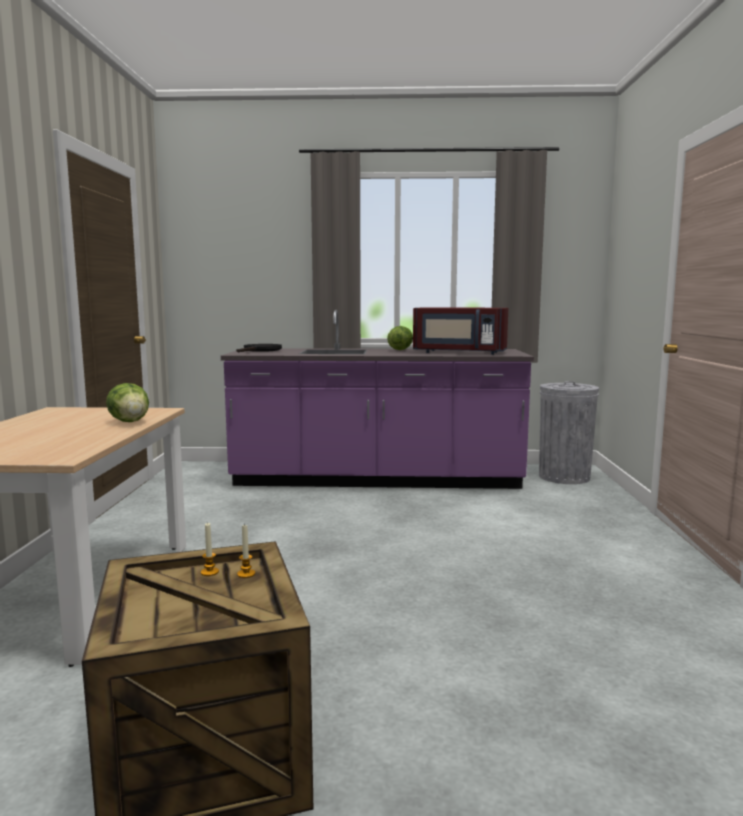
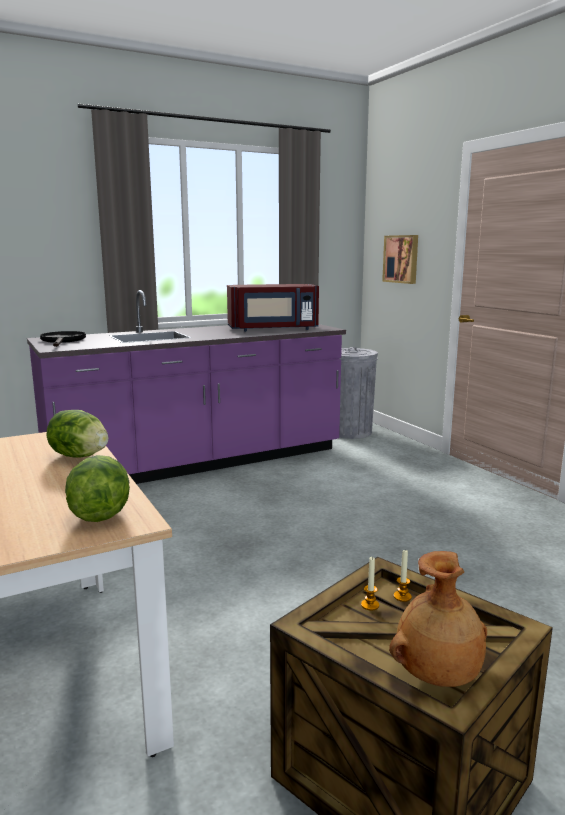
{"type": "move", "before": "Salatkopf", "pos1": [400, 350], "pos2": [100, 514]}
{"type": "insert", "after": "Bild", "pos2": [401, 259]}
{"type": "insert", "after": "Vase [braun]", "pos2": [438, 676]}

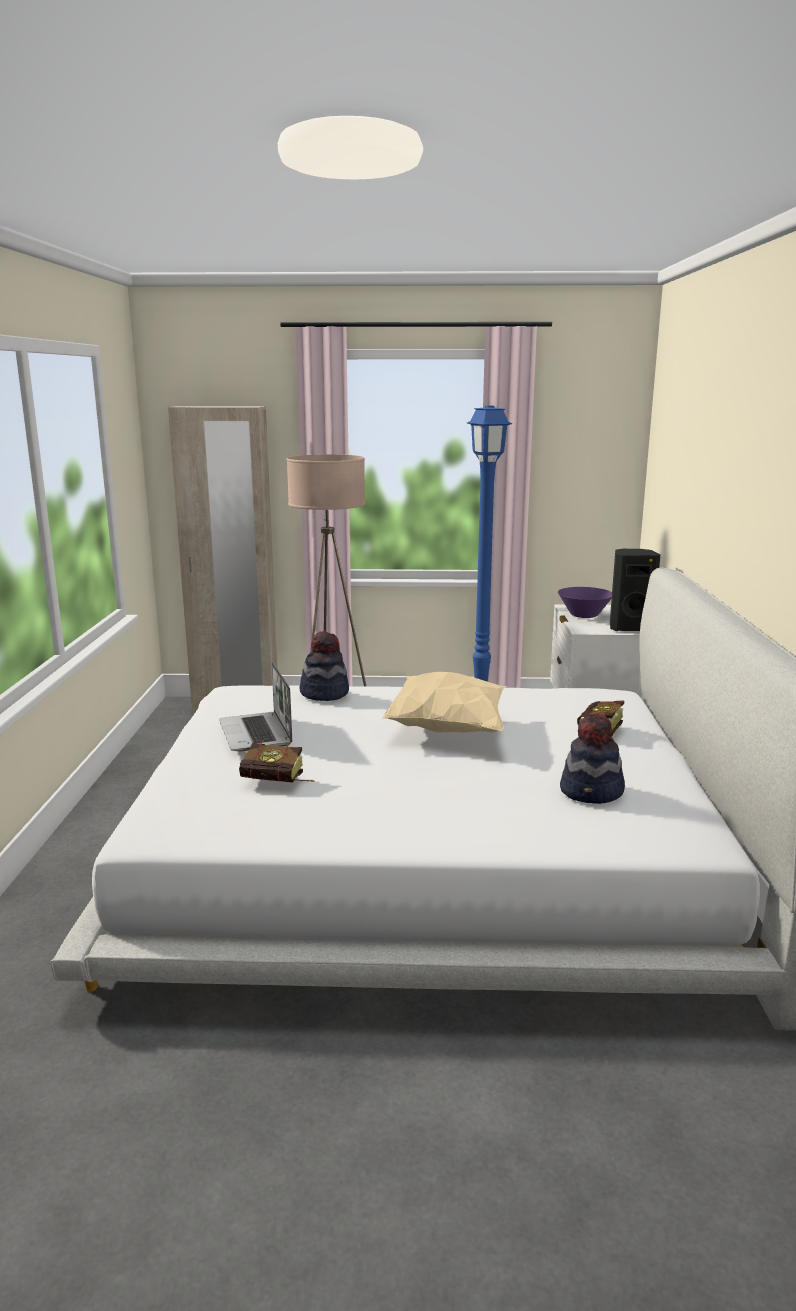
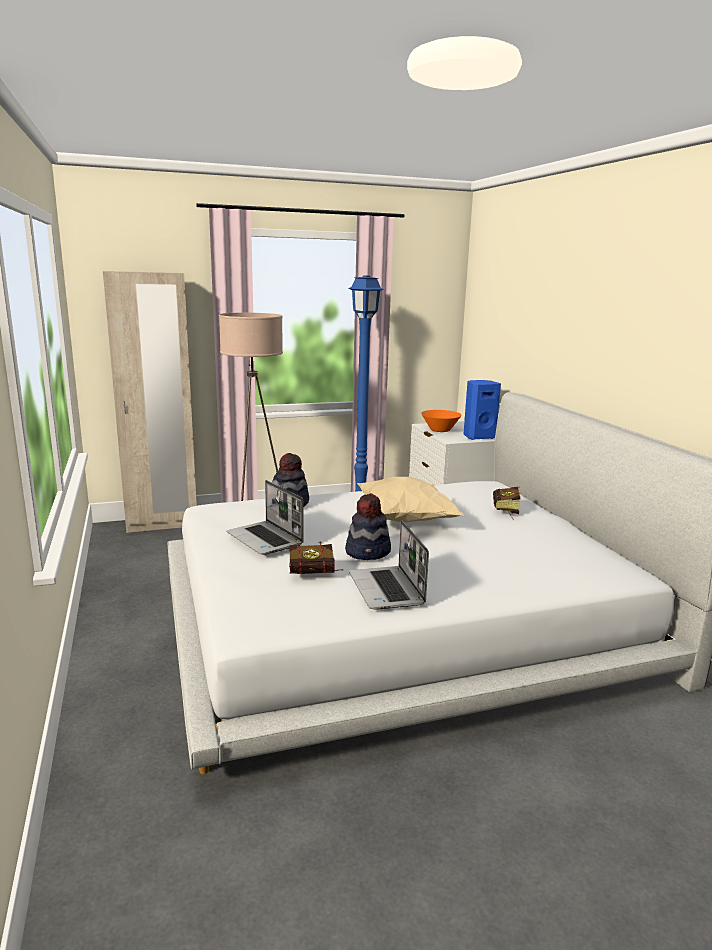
{"type": "recolor", "before": "Lautsprecher [schwarz]", "after": "Lautsprecher [blau]", "pos1": [629, 628], "pos2": [478, 437]}
{"type": "recolor", "before": "Schüssel [lila]", "after": "Schüssel [orange]", "pos1": [584, 615], "pos2": [440, 430]}
{"type": "move", "before": "Hut", "pos1": [592, 792], "pos2": [368, 552]}
{"type": "insert", "after": "Laptop", "pos2": [387, 590]}

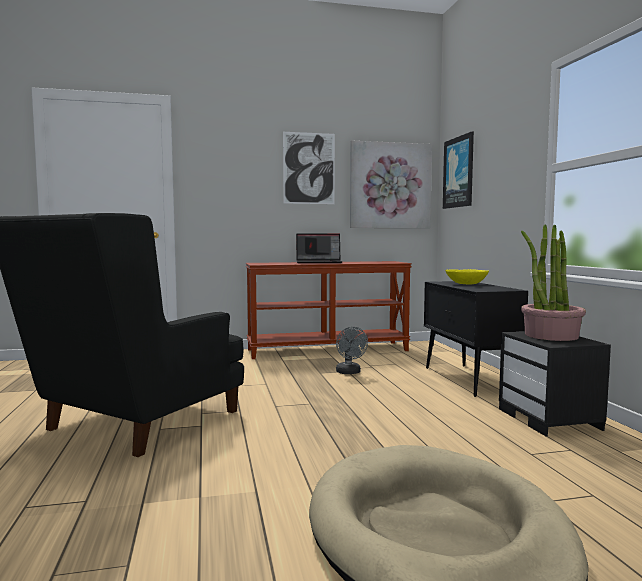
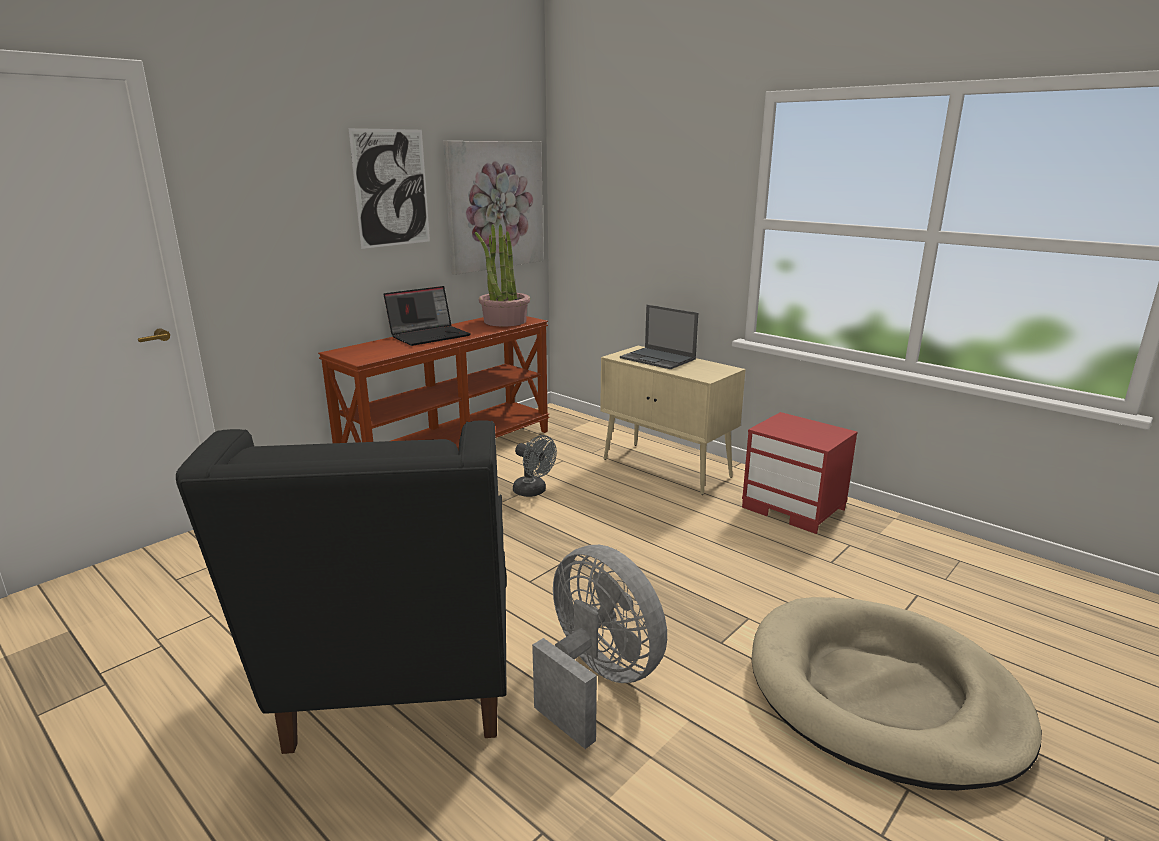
{"type": "delete", "before": "Bild", "pos1": [459, 172]}
{"type": "move", "before": "Topfpflanze", "pos1": [550, 336], "pos2": [504, 321]}
{"type": "replace", "before": "Schüssel [gelb]", "after": "Laptop", "pos1": [466, 284], "pos2": [658, 359]}
{"type": "recolor", "before": "Schrank [schwarz]", "after": "Schrank [beige]", "pos1": [469, 380], "pos2": [667, 468]}
{"type": "recolor", "before": "Nachttisch [schwarz]", "after": "Nachttisch [rot]", "pos1": [550, 419], "pos2": [795, 508]}
{"type": "insert", "after": "Ventilator [grau]", "pos2": [596, 681]}

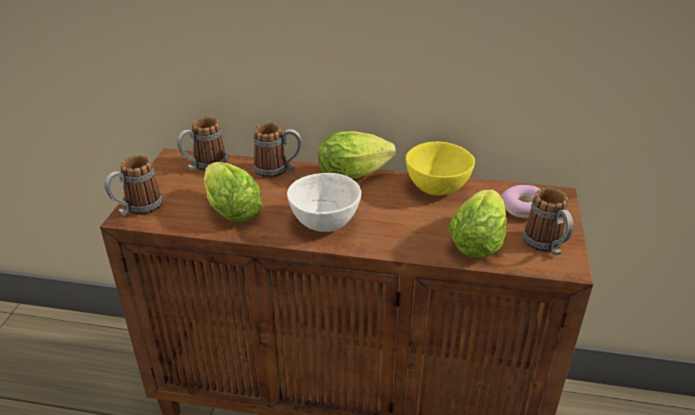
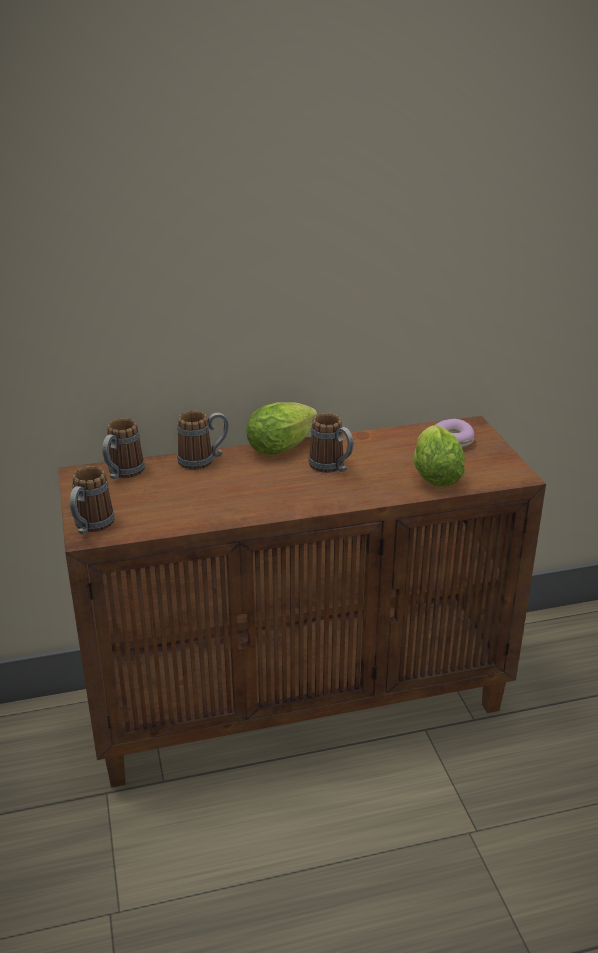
{"type": "delete", "before": "Schüssel [gelb]", "pos1": [438, 189]}
{"type": "delete", "before": "Salatkopf", "pos1": [230, 208]}
{"type": "delete", "before": "Schüssel [weiß]", "pos1": [324, 224]}
{"type": "move", "before": "Henkelbecher", "pos1": [546, 246], "pos2": [332, 467]}

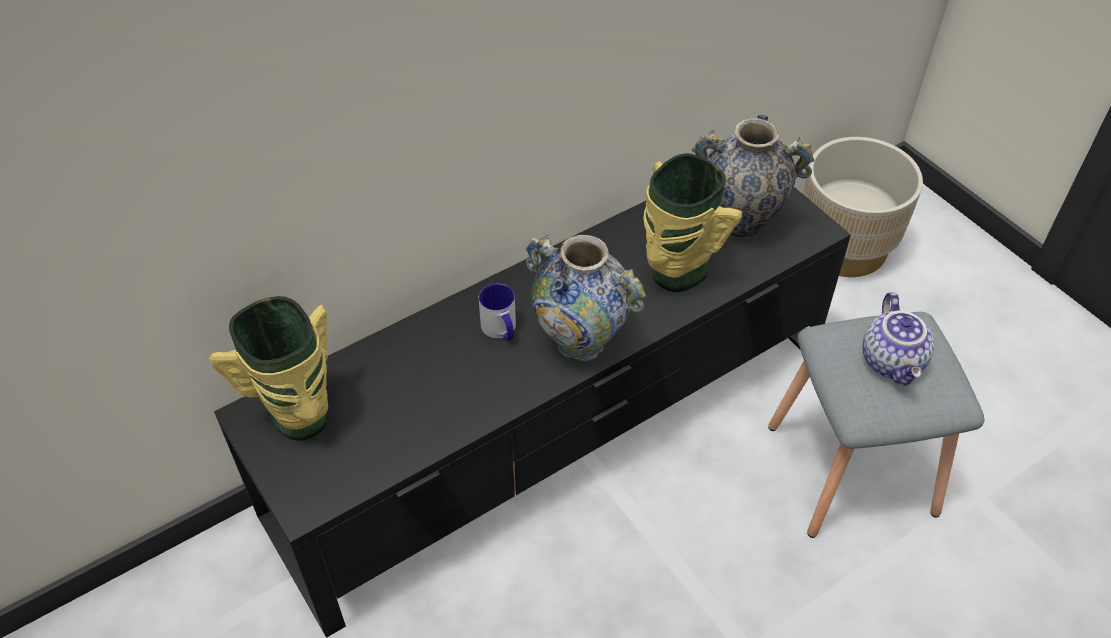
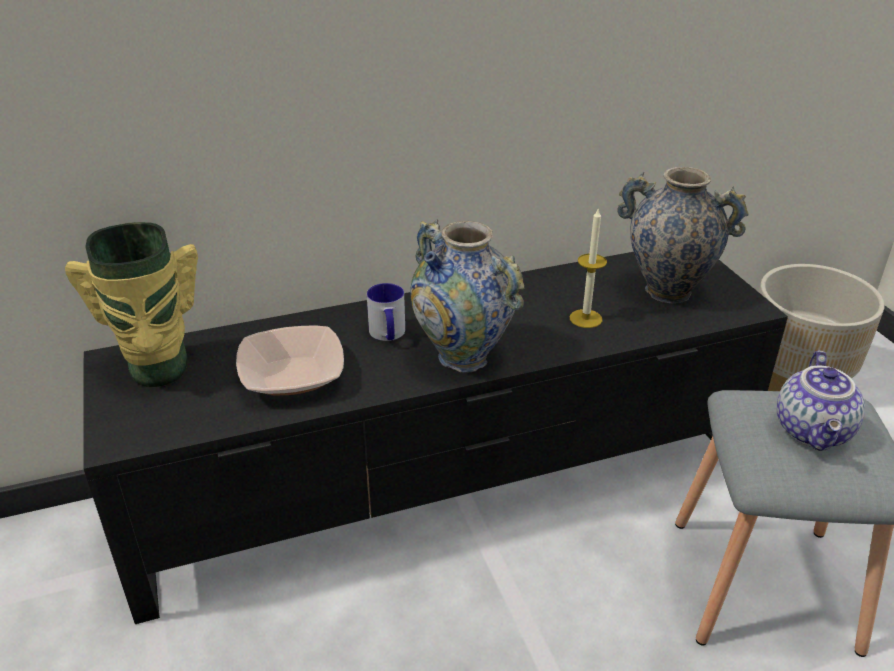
{"type": "replace", "before": "Vase", "after": "Kerze", "pos1": [675, 273], "pos2": [585, 318]}
{"type": "insert", "after": "Schüssel", "pos2": [292, 376]}

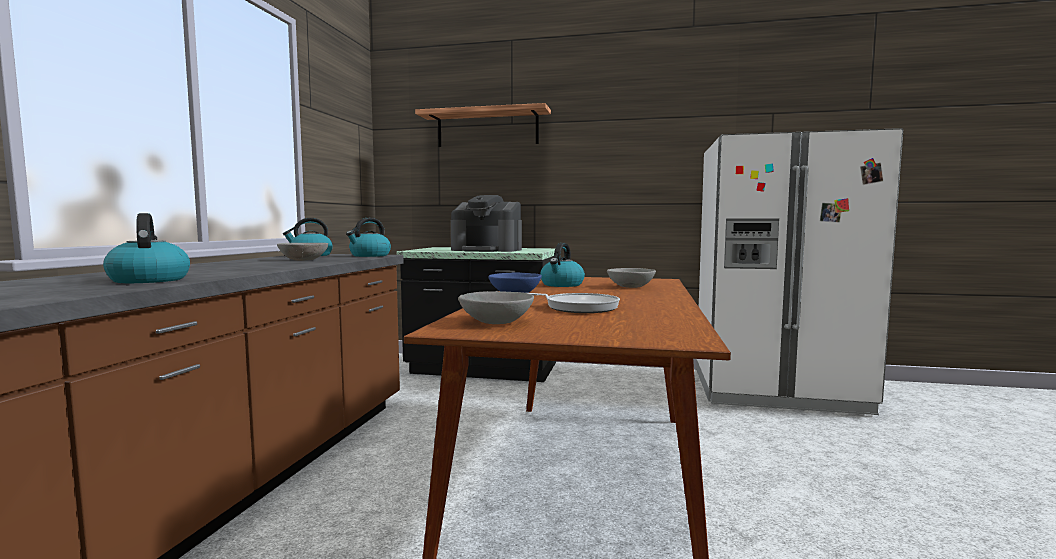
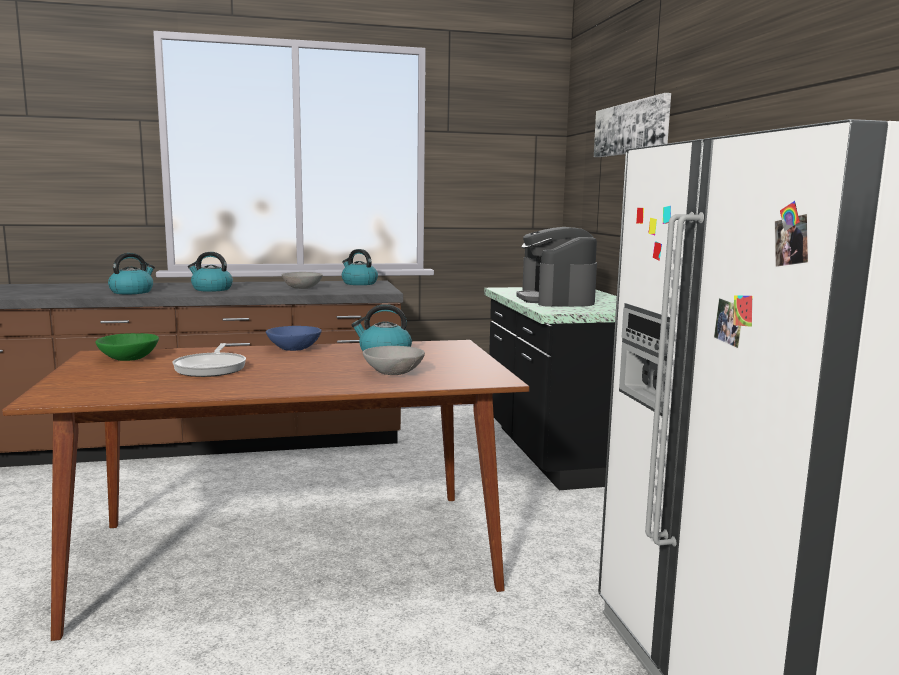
{"type": "replace", "before": "Wandregal", "after": "Bild", "pos1": [487, 129], "pos2": [631, 128]}
{"type": "move", "before": "Wasserkessel", "pos1": [369, 255], "pos2": [211, 289]}
{"type": "recolor", "before": "Schüssel [grau]", "after": "Schüssel [grün]", "pos1": [496, 322], "pos2": [129, 358]}

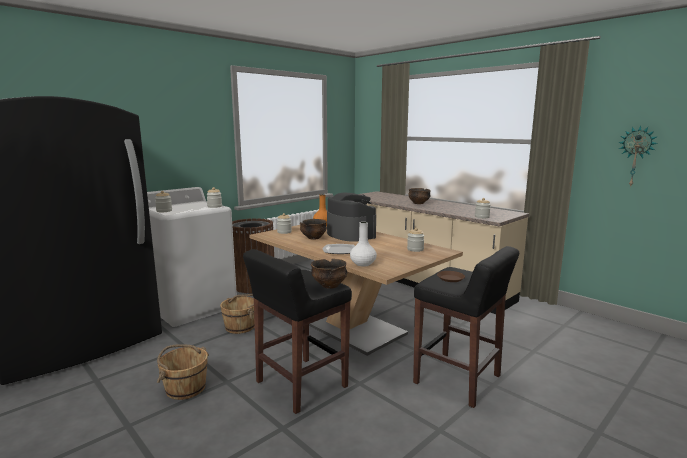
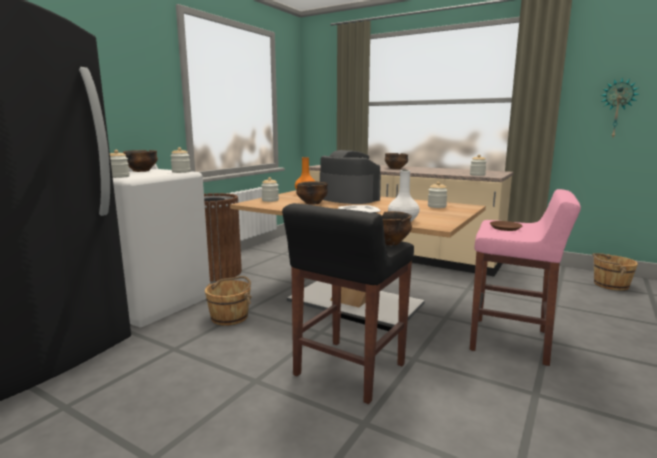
{"type": "recolor", "before": "Hocker [schwarz]", "after": "Hocker [rosa]", "pos1": [458, 380], "pos2": [511, 341]}
{"type": "move", "before": "Eimer [braun]", "pos1": [185, 388], "pos2": [610, 285]}
{"type": "insert", "after": "Schüssel", "pos2": [141, 171]}

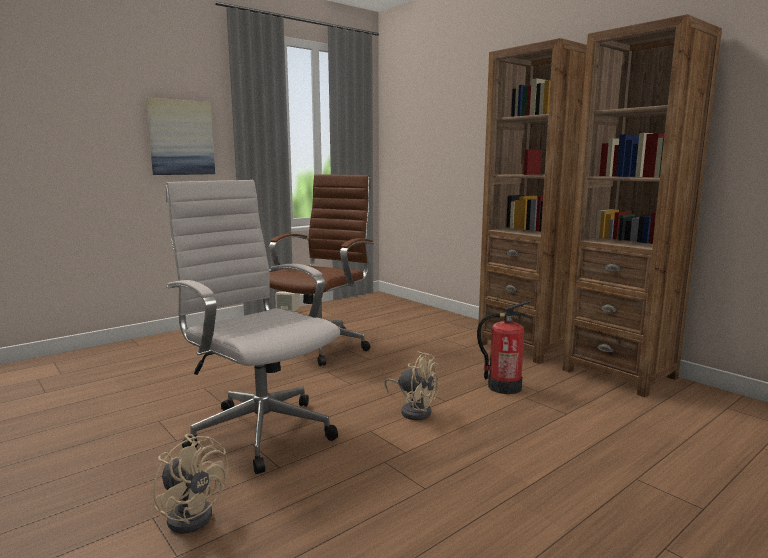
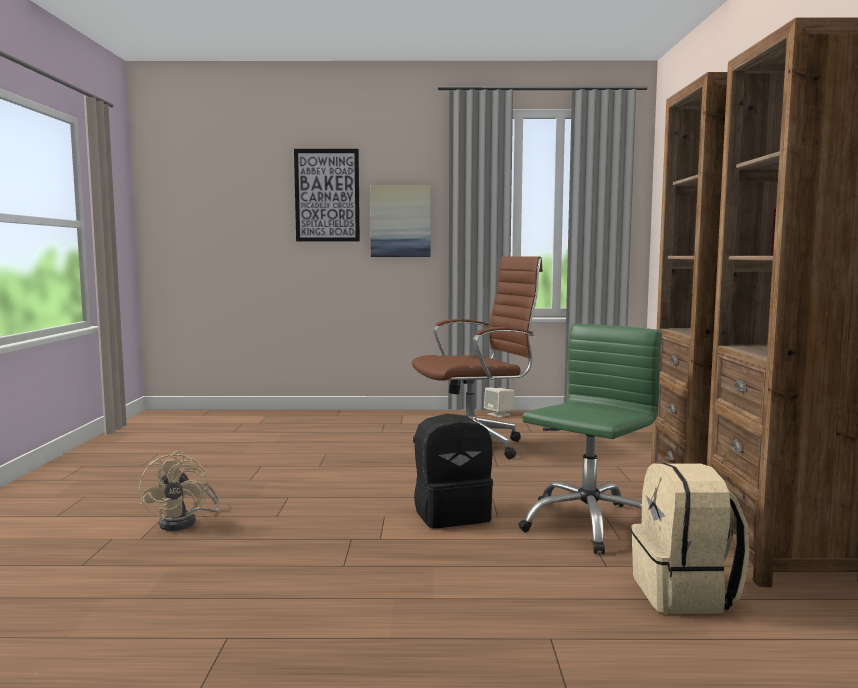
{"type": "delete", "before": "Bürostuhl [weiß]", "pos1": [259, 430]}
{"type": "replace", "before": "Feuerlöscher", "after": "Bürostuhl [grün]", "pos1": [503, 387], "pos2": [587, 524]}
{"type": "replace", "before": "Ventilator [beige]", "after": "Rucksack [schwarz]", "pos1": [414, 410], "pos2": [451, 514]}
{"type": "insert", "after": "Bild", "pos2": [327, 195]}
{"type": "insert", "after": "Rucksack [beige]", "pos2": [685, 593]}

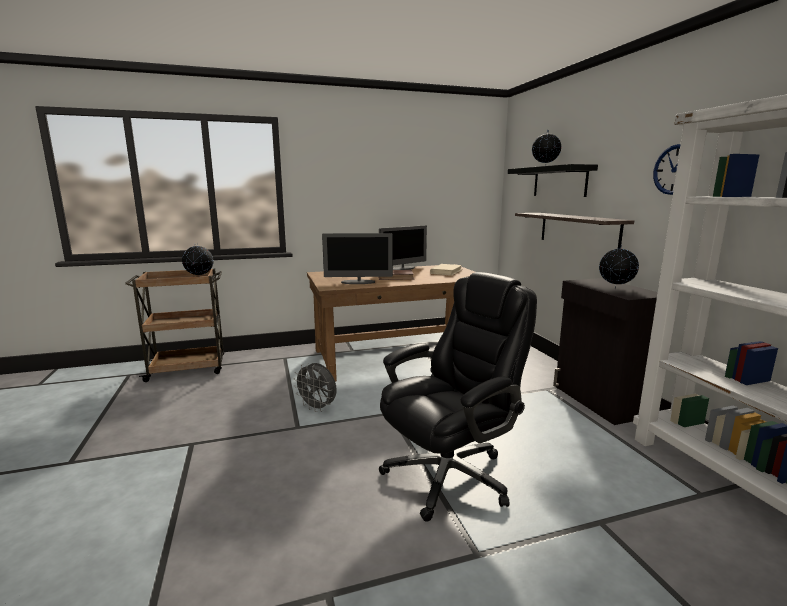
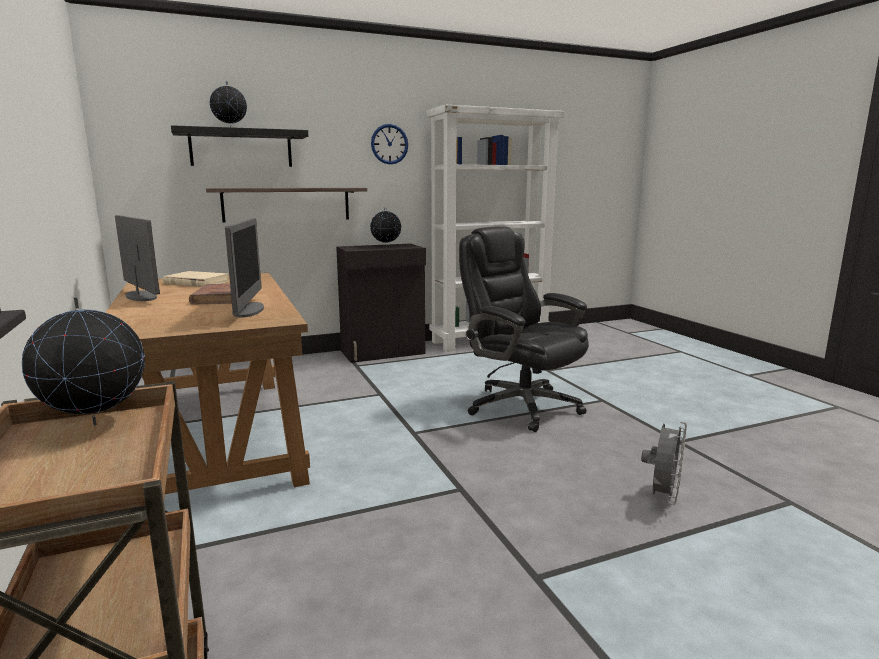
{"type": "move", "before": "Ventilator [grau]", "pos1": [317, 408], "pos2": [662, 496]}

